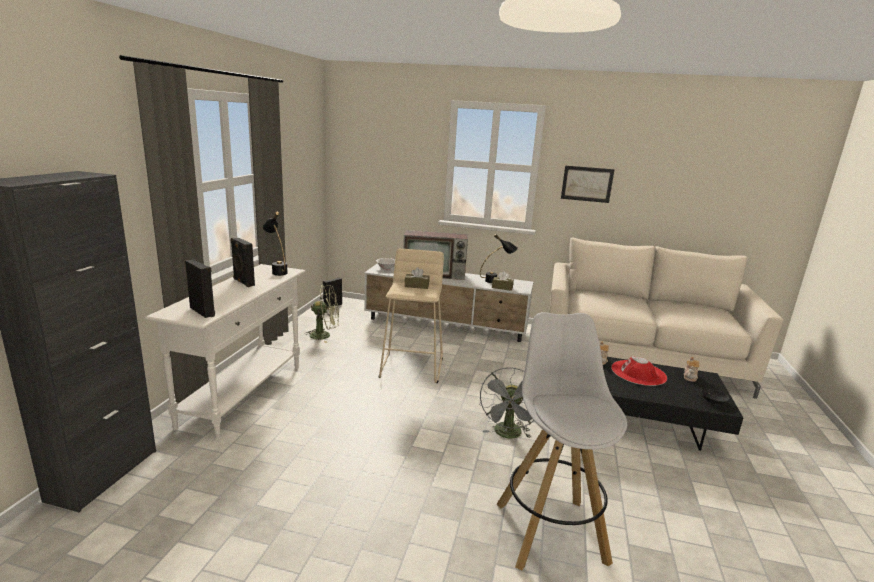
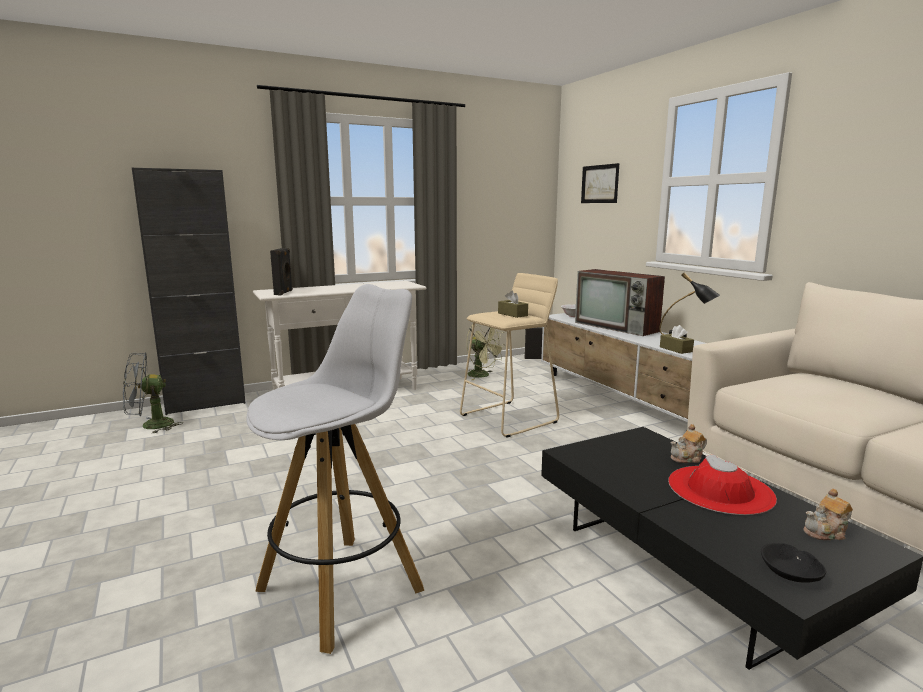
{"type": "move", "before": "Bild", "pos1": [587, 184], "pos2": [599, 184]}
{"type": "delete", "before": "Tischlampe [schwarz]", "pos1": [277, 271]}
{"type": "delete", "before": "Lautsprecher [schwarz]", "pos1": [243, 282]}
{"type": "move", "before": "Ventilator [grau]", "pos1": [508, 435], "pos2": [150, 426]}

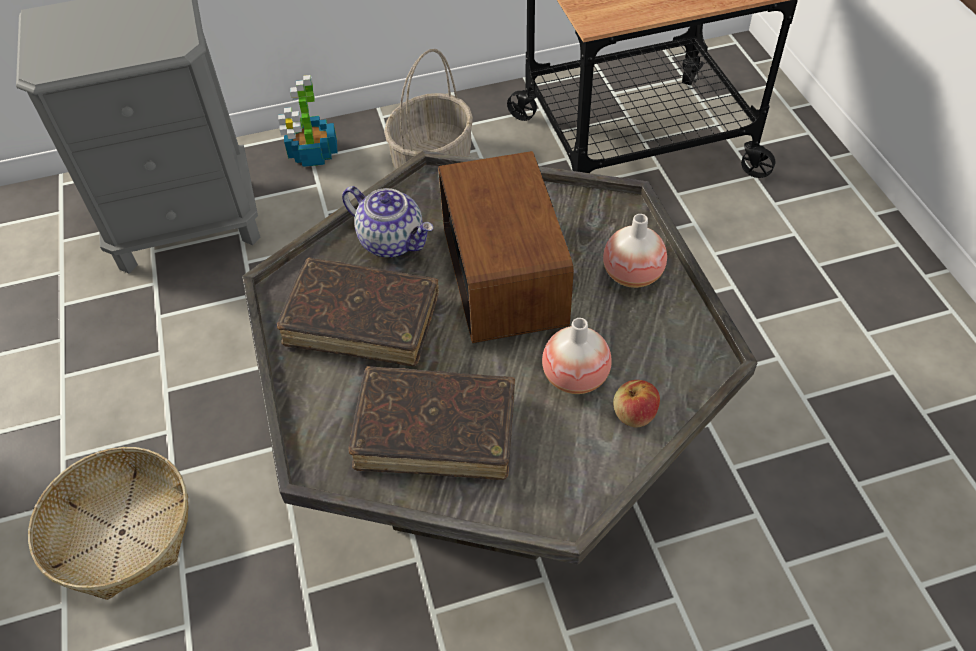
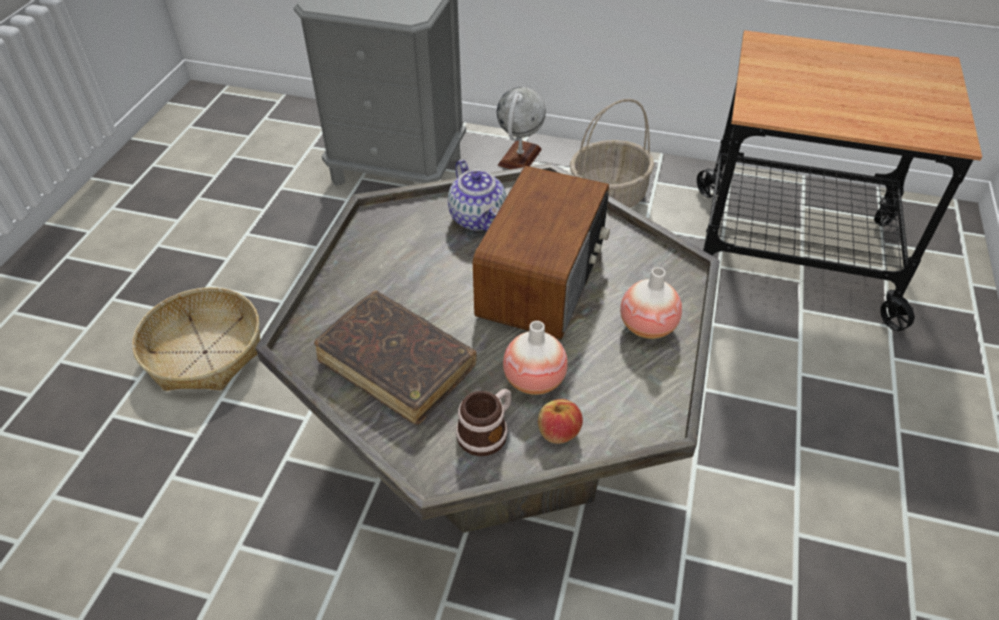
{"type": "replace", "before": "Topfpflanze", "after": "Globus", "pos1": [313, 154], "pos2": [520, 157]}
{"type": "delete", "before": "Buch [braun]", "pos1": [362, 321]}
{"type": "insert", "after": "Henkelbecher", "pos2": [487, 431]}

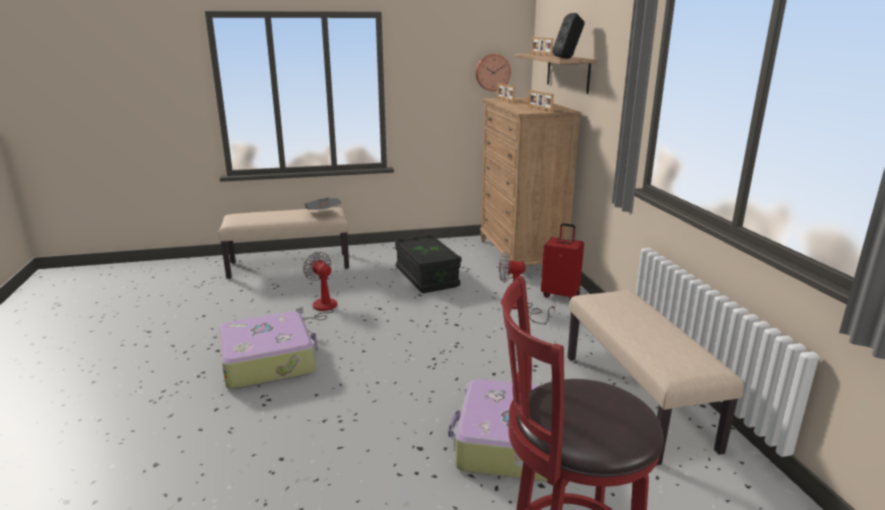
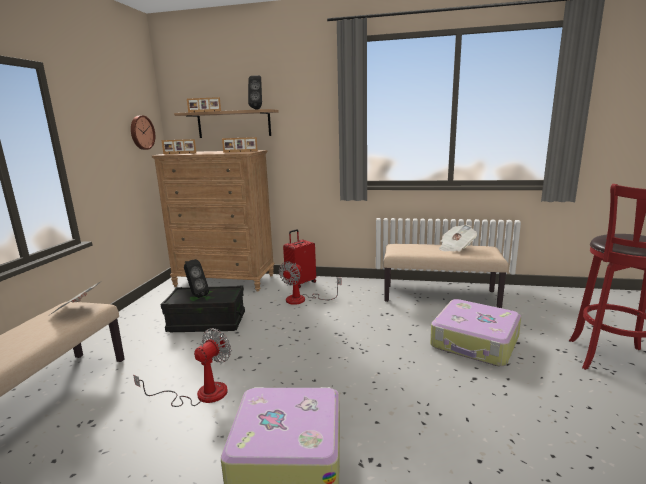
{"type": "rotate", "before": "Ventilator", "pos1": [320, 309], "pos2": [200, 394], "turn": 135}
{"type": "insert", "after": "Zeitung", "pos2": [455, 248]}
{"type": "insert", "after": "Lautsprecher [schwarz]", "pos2": [196, 295]}

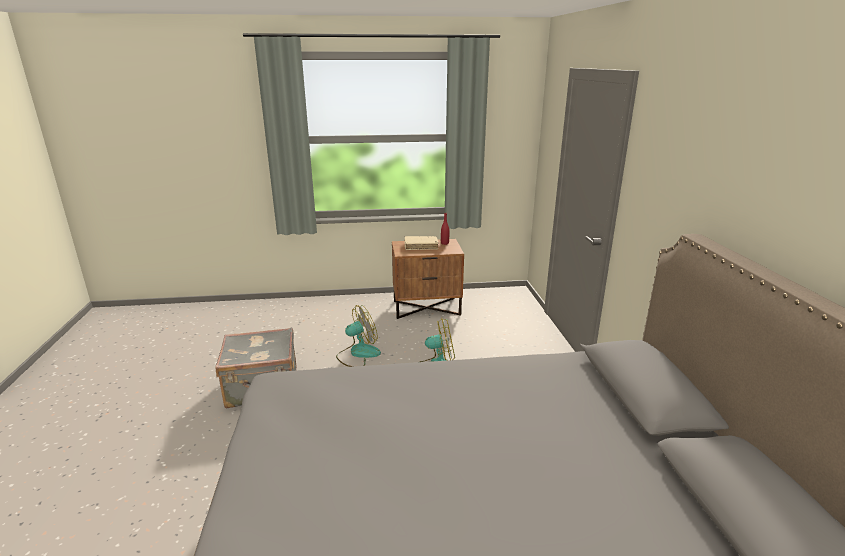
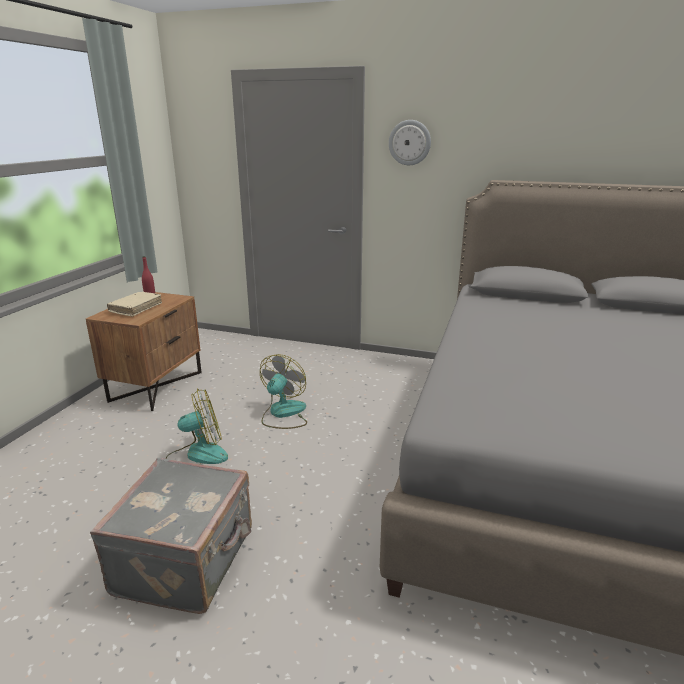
{"type": "rotate", "before": "Ventilator", "pos1": [358, 354], "pos2": [197, 457], "turn": 75}
{"type": "insert", "after": "Wanduhr", "pos2": [409, 142]}

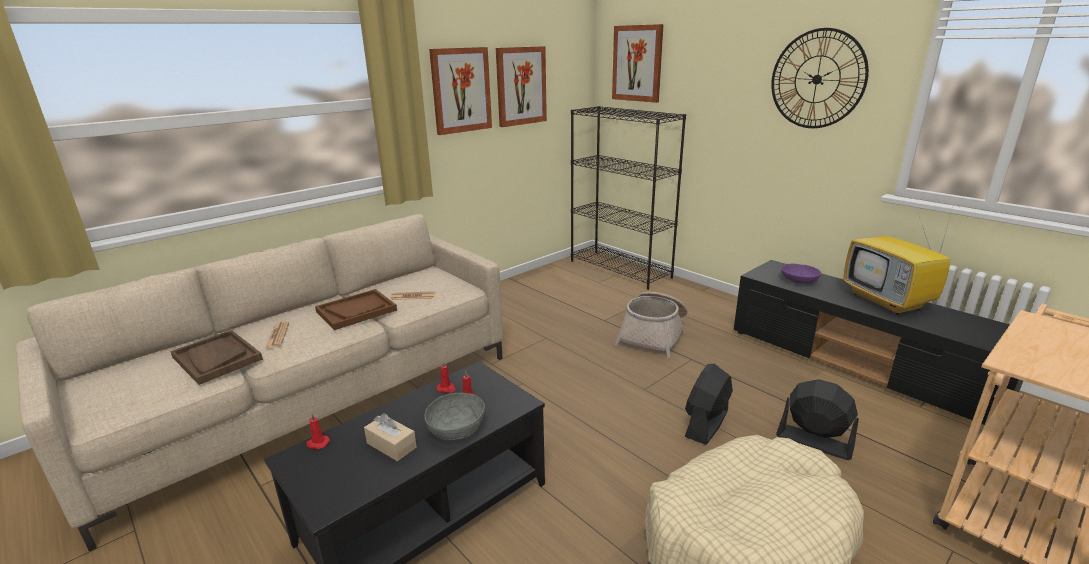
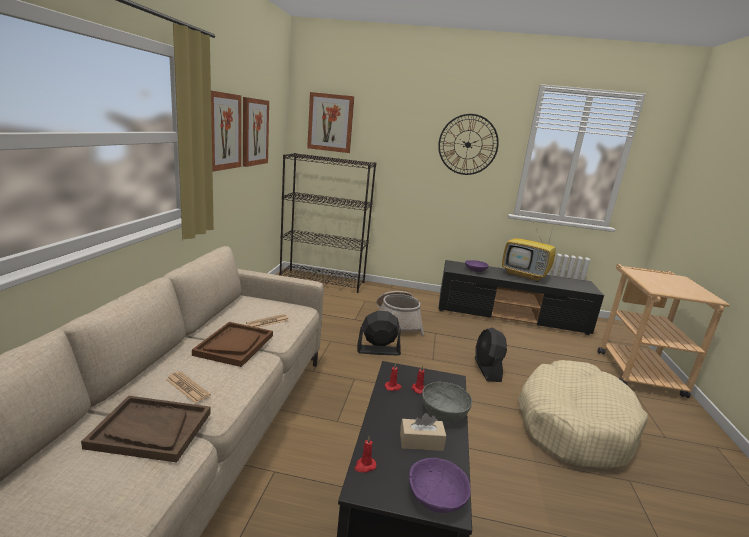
{"type": "move", "before": "Ventilator [schwarz]", "pos1": [813, 441], "pos2": [378, 350]}
{"type": "insert", "after": "Schüssel [lila]", "pos2": [436, 496]}

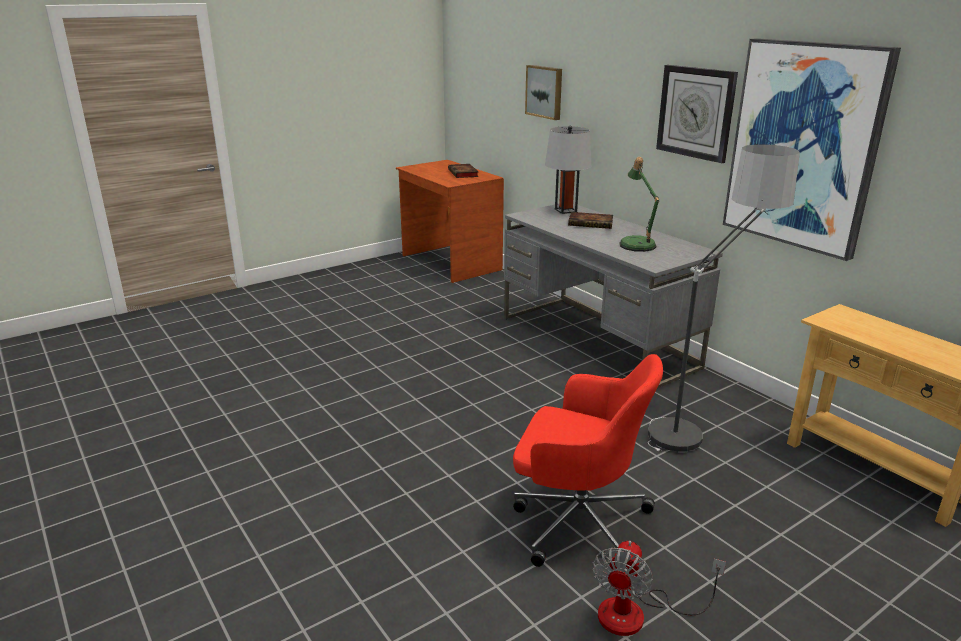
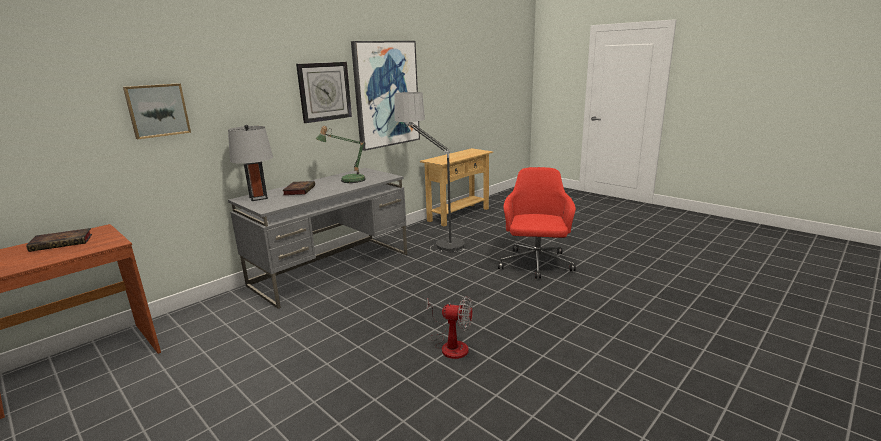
{"type": "move", "before": "Ventilator", "pos1": [637, 614], "pos2": [450, 344]}

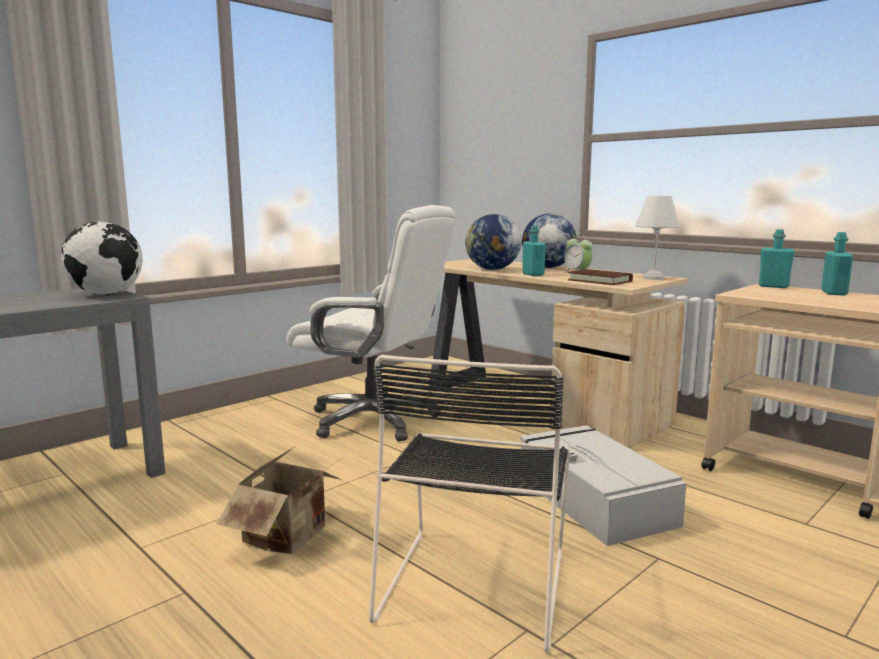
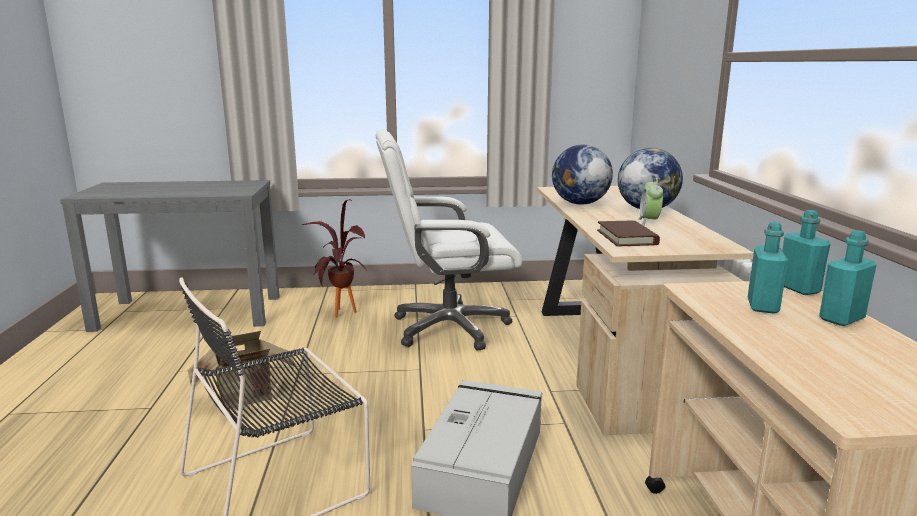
{"type": "delete", "before": "Tischlampe [weiß]", "pos1": [653, 278]}
{"type": "rotate", "before": "Bürostuhl [weiß]", "pos1": [374, 420], "pos2": [448, 328], "turn": 105}
{"type": "delete", "before": "Globus", "pos1": [107, 294]}
{"type": "move", "before": "Flasche [türkis]", "pos1": [533, 274], "pos2": [762, 306]}
{"type": "insert", "after": "Topfpflanze", "pos2": [340, 315]}

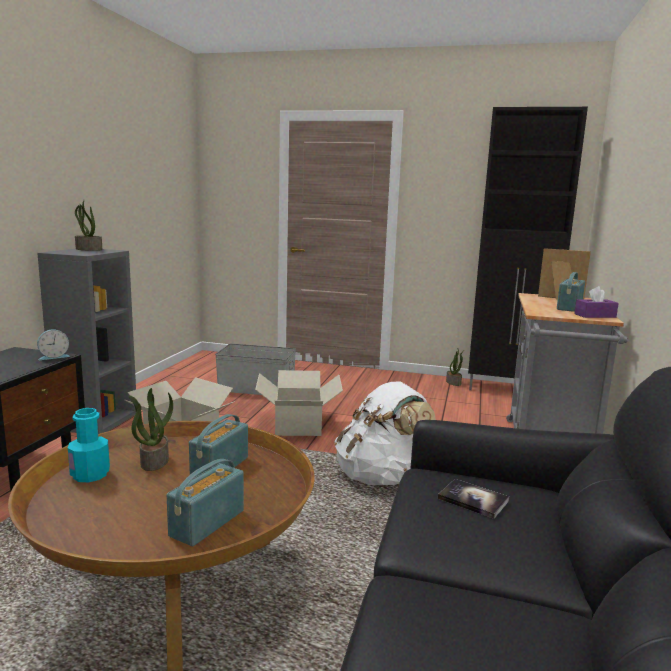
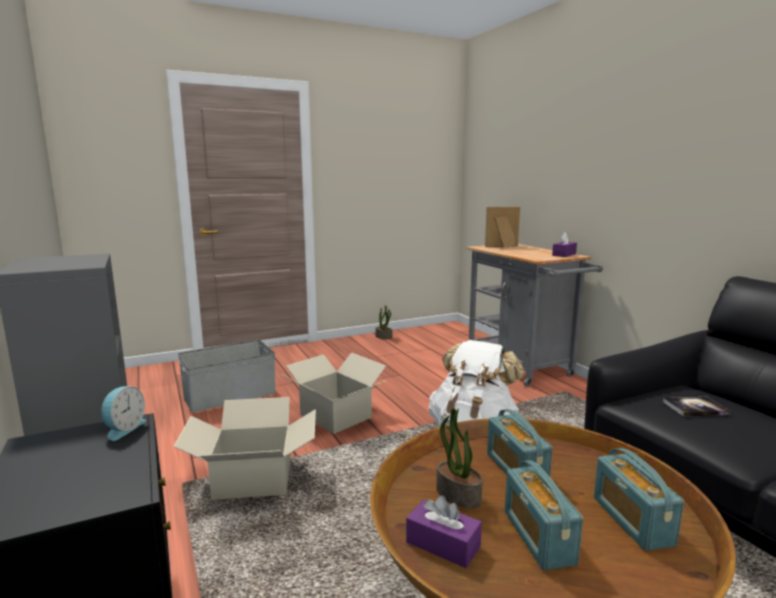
{"type": "delete", "before": "Schrank [schwarz]", "pos1": [508, 389]}
{"type": "delete", "before": "Topfpflanze", "pos1": [88, 249]}
{"type": "move", "before": "Radio", "pos1": [569, 307], "pos2": [538, 537]}
{"type": "replace", "before": "Flasche [türkis]", "after": "Taschentuchbox [lila]", "pos1": [90, 474], "pos2": [443, 544]}

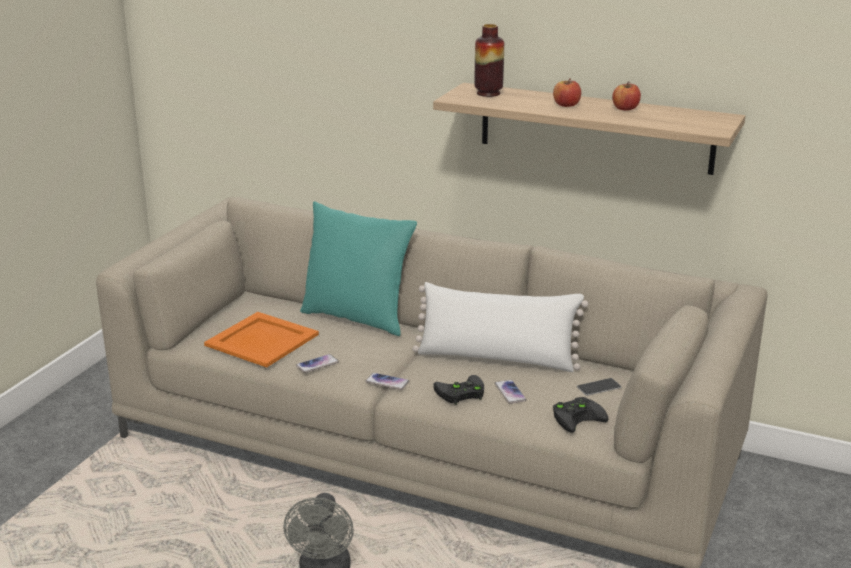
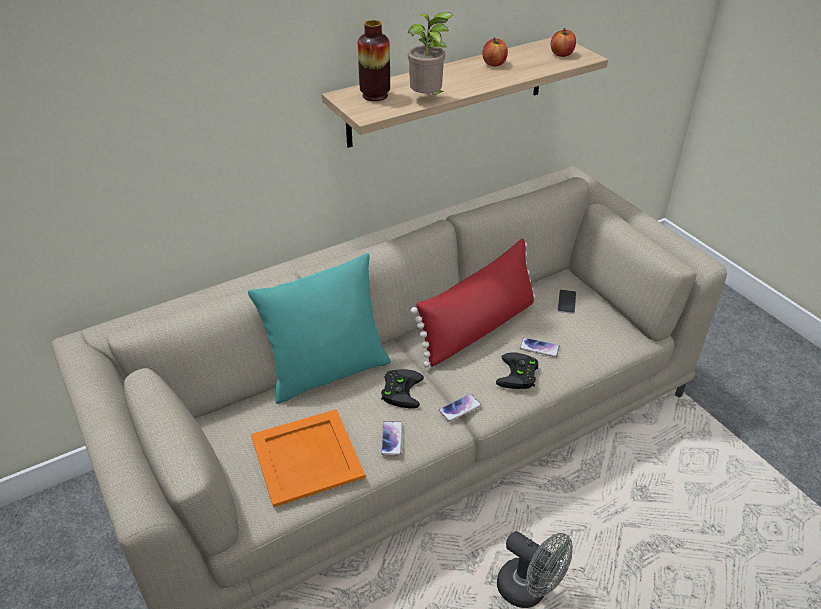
{"type": "move", "before": "Apfel", "pos1": [566, 105], "pos2": [562, 54]}
{"type": "recolor", "before": "Kissen [weiß]", "after": "Kissen [rot]", "pos1": [497, 358], "pos2": [478, 328]}
{"type": "move", "before": "Gamepad [schwarz]", "pos1": [578, 416], "pos2": [400, 389]}
{"type": "insert", "after": "Topfpflanze", "pos2": [428, 99]}

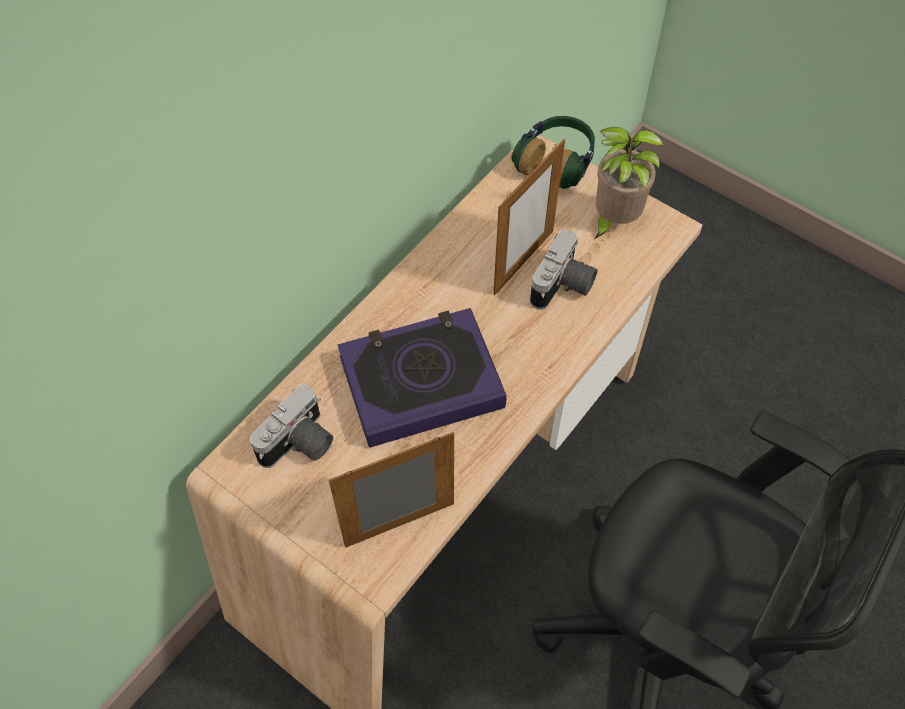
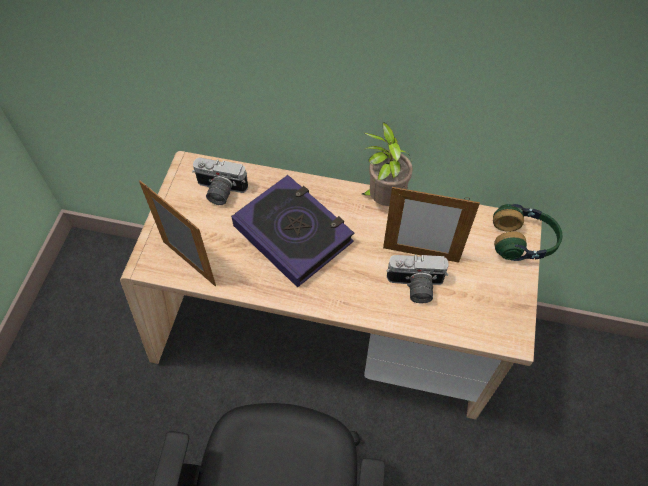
{"type": "move", "before": "Topfpflanze", "pos1": [613, 221], "pos2": [383, 199]}

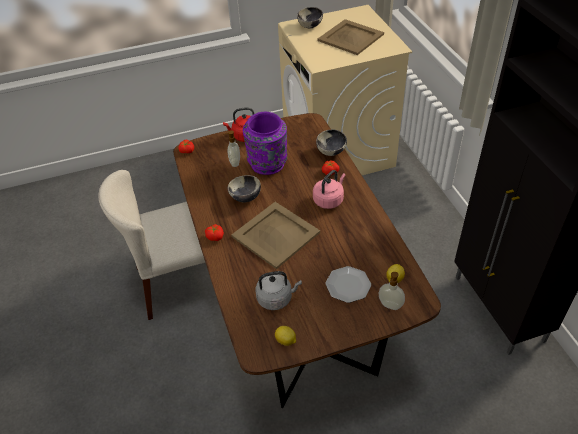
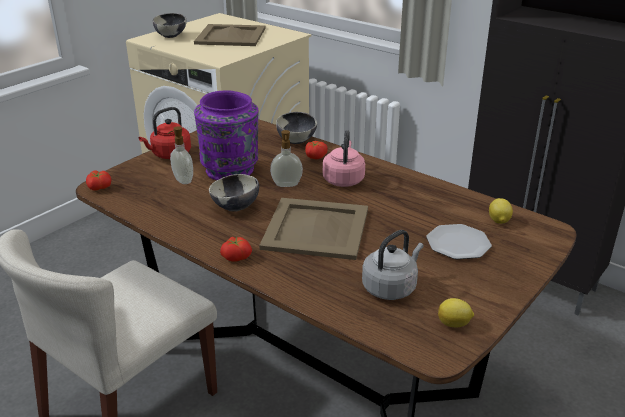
{"type": "move", "before": "Seifenspender", "pos1": [390, 305], "pos2": [286, 185]}

